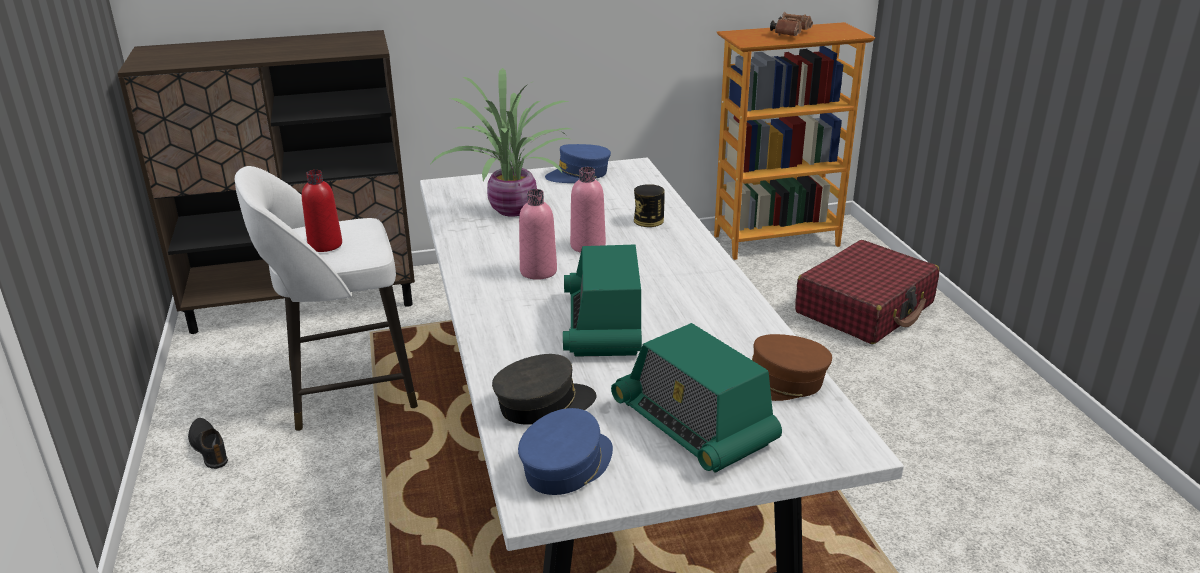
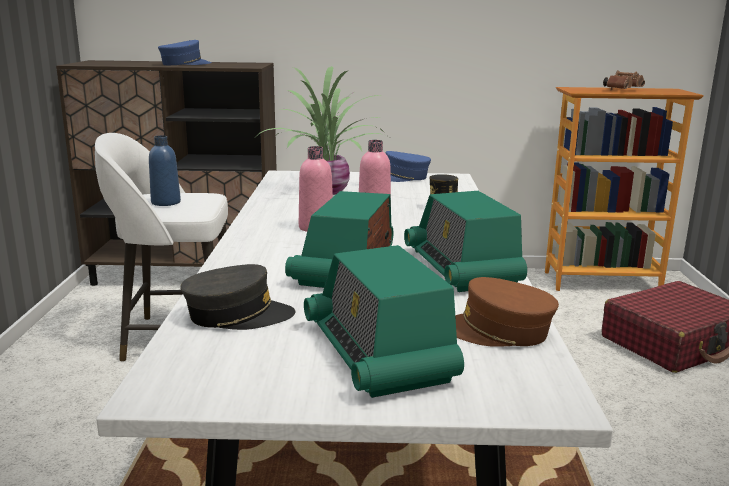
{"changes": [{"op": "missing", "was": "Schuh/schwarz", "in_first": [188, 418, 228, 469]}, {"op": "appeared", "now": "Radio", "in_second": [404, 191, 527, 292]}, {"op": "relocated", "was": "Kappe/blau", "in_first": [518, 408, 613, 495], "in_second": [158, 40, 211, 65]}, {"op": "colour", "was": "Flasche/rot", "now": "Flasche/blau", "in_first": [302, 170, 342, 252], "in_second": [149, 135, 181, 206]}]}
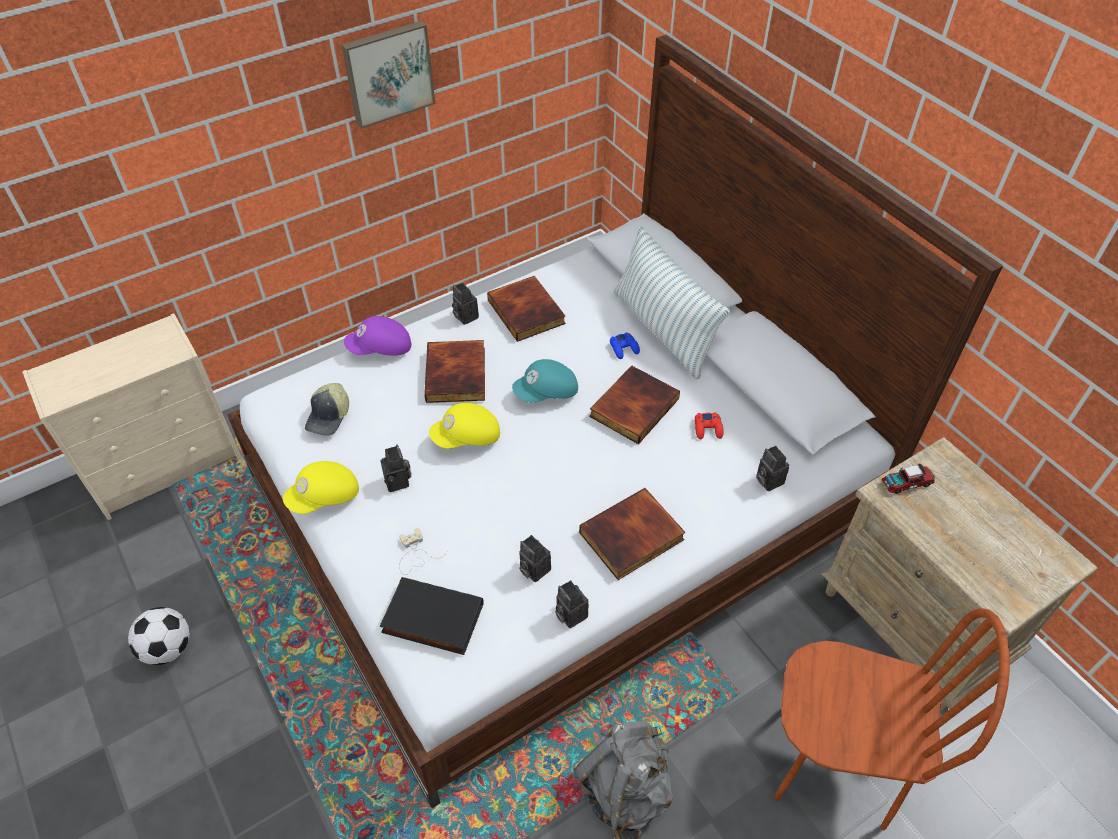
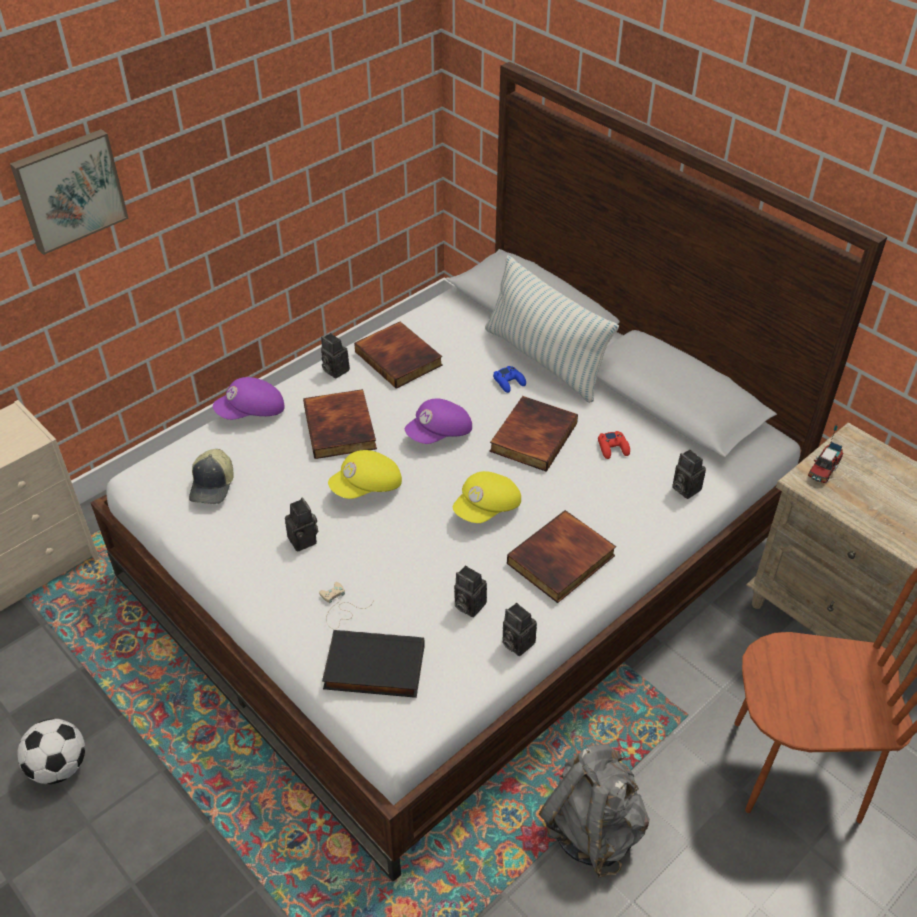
{"changes": [{"op": "relocated", "was": "Kappe/gelb", "in_first": [283, 461, 359, 514], "in_second": [453, 471, 521, 523]}, {"op": "relocated", "was": "Bild", "in_first": [341, 21, 435, 129], "in_second": [10, 129, 129, 255]}, {"op": "colour", "was": "Kappe/türkis", "now": "Kappe/lila", "in_first": [512, 359, 578, 403], "in_second": [405, 399, 472, 444]}, {"op": "spun", "was": "Spielzeuglaster", "in_first": [882, 463, 935, 494], "in_second": [808, 425, 843, 483], "clockwise": 150}]}
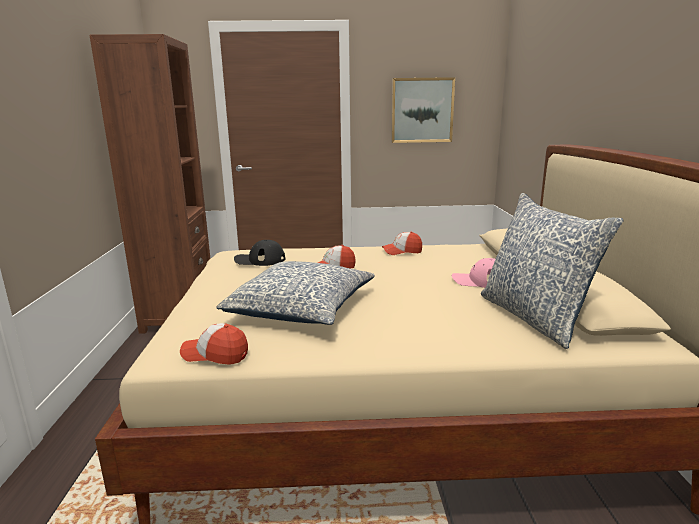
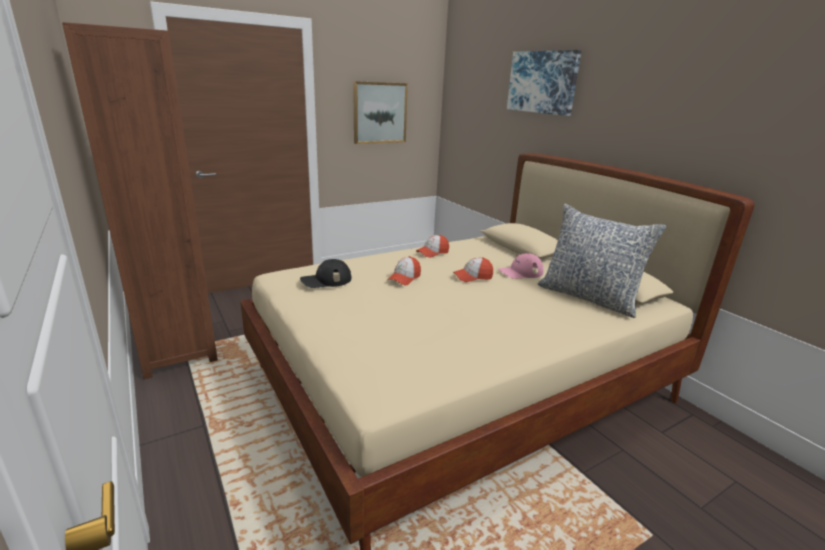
{"changes": [{"op": "missing", "was": "Kissen", "in_first": [216, 261, 375, 325]}, {"op": "appeared", "now": "Bild", "in_second": [507, 50, 581, 116]}, {"op": "relocated", "was": "Kappe", "in_first": [180, 323, 248, 365], "in_second": [453, 257, 493, 282]}]}
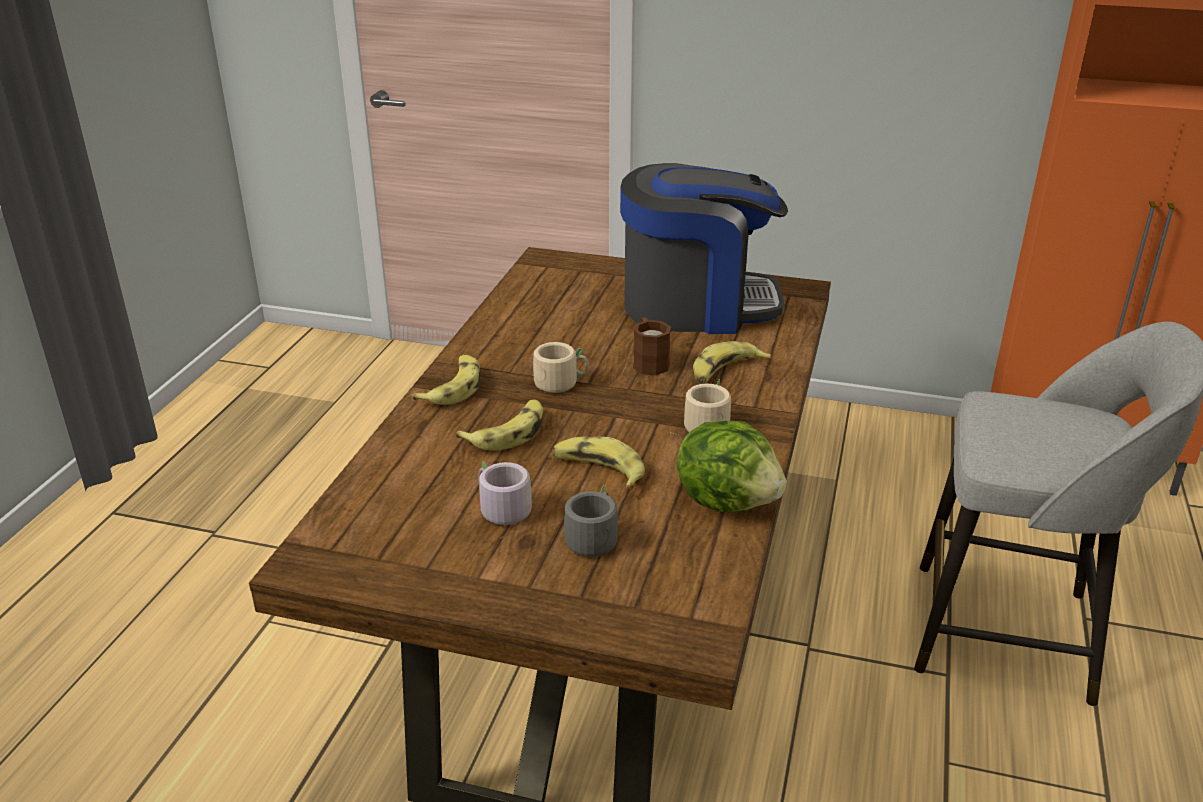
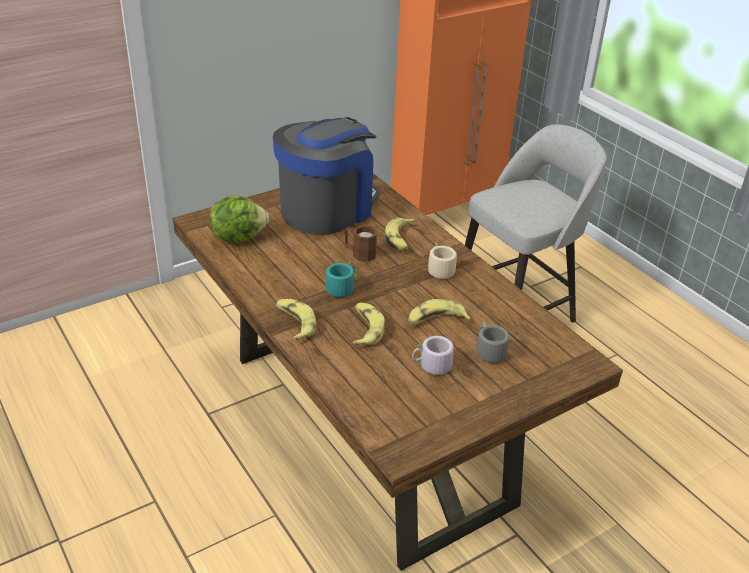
{"changes": [{"op": "relocated", "was": "Salatkopf", "in_first": [676, 421, 786, 513], "in_second": [210, 195, 269, 243]}, {"op": "colour", "was": "Henkelbecher/beige", "now": "Henkelbecher/türkis", "in_first": [532, 342, 589, 393], "in_second": [316, 261, 355, 298]}]}
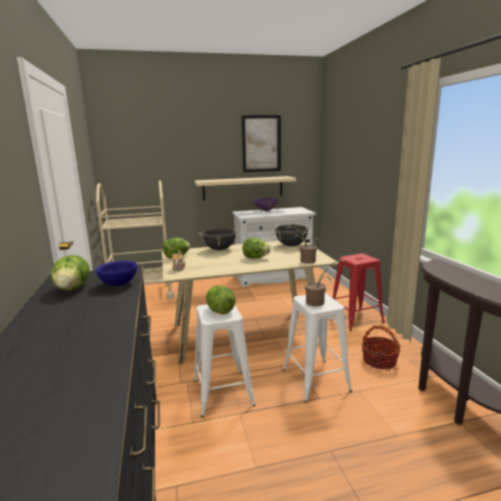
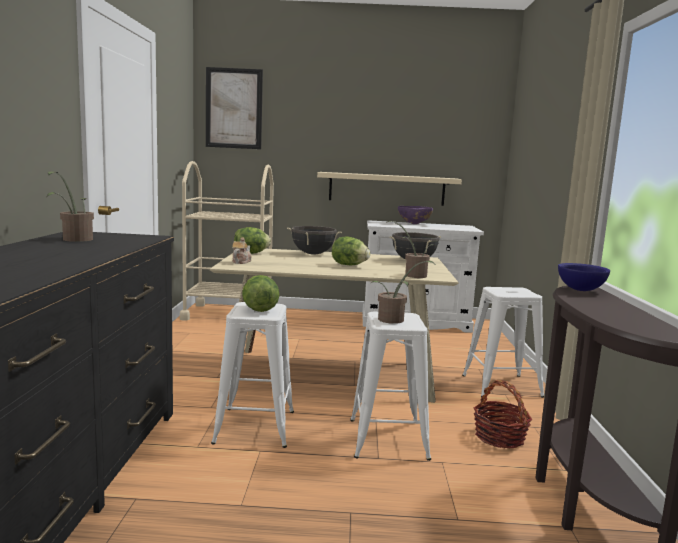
{"changes": [{"op": "relocated", "was": "Schüssel/blau", "in_first": [96, 261, 137, 286], "in_second": [558, 263, 610, 291]}, {"op": "relocated", "was": "Bild", "in_first": [241, 115, 281, 172], "in_second": [206, 67, 263, 149]}, {"op": "exchanged", "was": "Salatkopf", "now": "Topfpflanze", "in_first": [51, 255, 89, 291], "in_second": [46, 171, 94, 242]}, {"op": "colour", "was": "Hocker/rot", "now": "Hocker/weiß", "in_first": [333, 254, 385, 331], "in_second": [462, 287, 544, 398]}]}
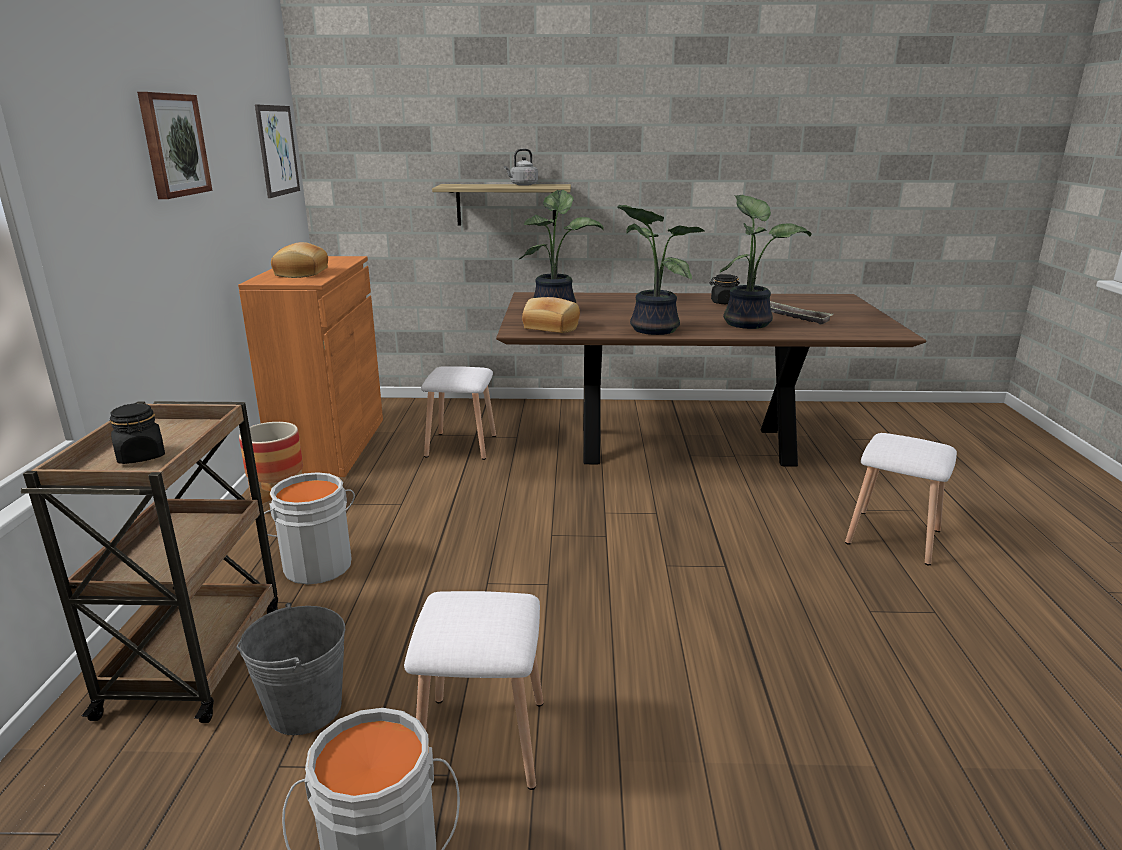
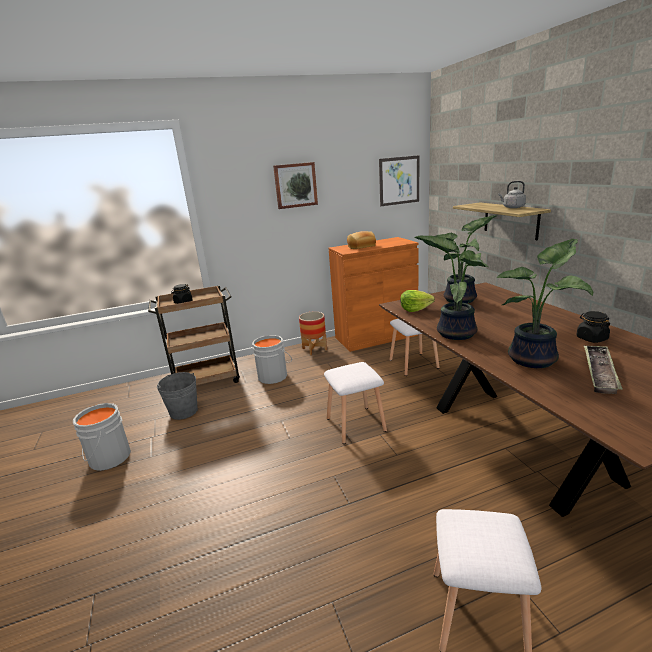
{"changes": [{"op": "relocated", "was": "Hocker/weiß", "in_first": [404, 591, 543, 790], "in_second": [324, 362, 387, 444]}, {"op": "exchanged", "was": "Brot", "now": "Salatkopf", "in_first": [522, 297, 580, 333], "in_second": [400, 290, 435, 312]}]}
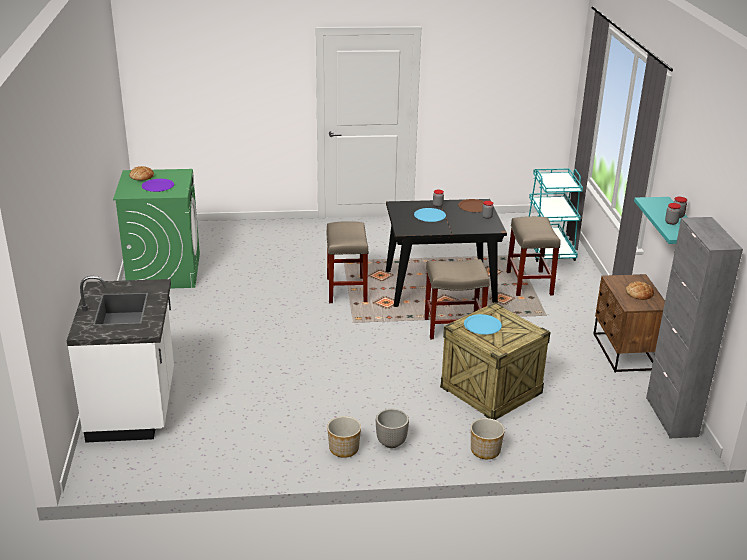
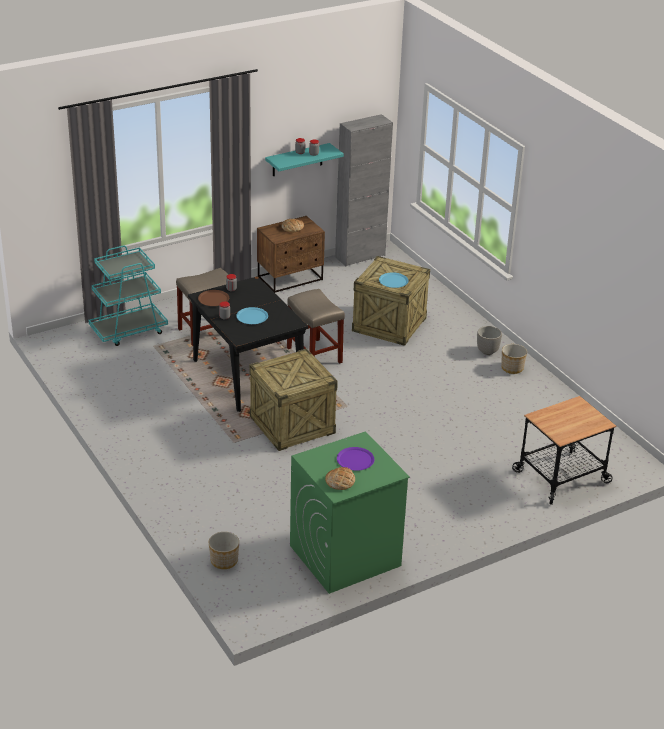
{"changes": [{"op": "relocated", "was": "Pflanzkübel", "in_first": [471, 418, 505, 459], "in_second": [209, 532, 239, 569]}, {"op": "exchanged", "was": "Küchenzeile/weiß", "now": "Rollwagen", "in_first": [67, 276, 174, 443], "in_second": [512, 396, 616, 505]}, {"op": "exchanged", "was": "Hocker/beige", "now": "Kiste", "in_first": [326, 221, 369, 303], "in_second": [249, 348, 338, 451]}]}
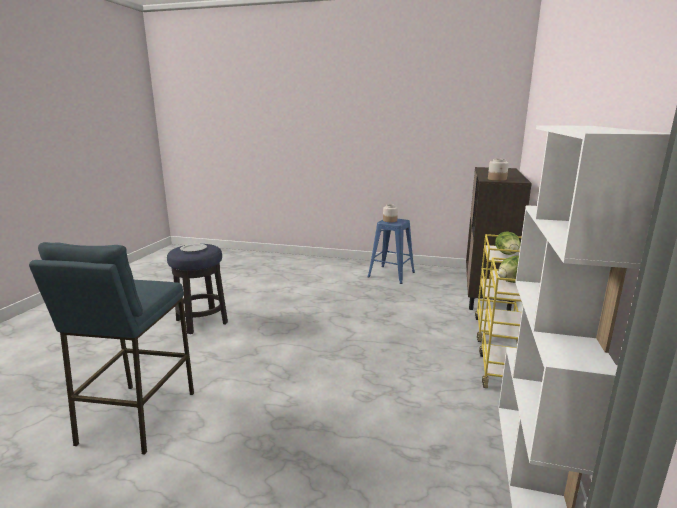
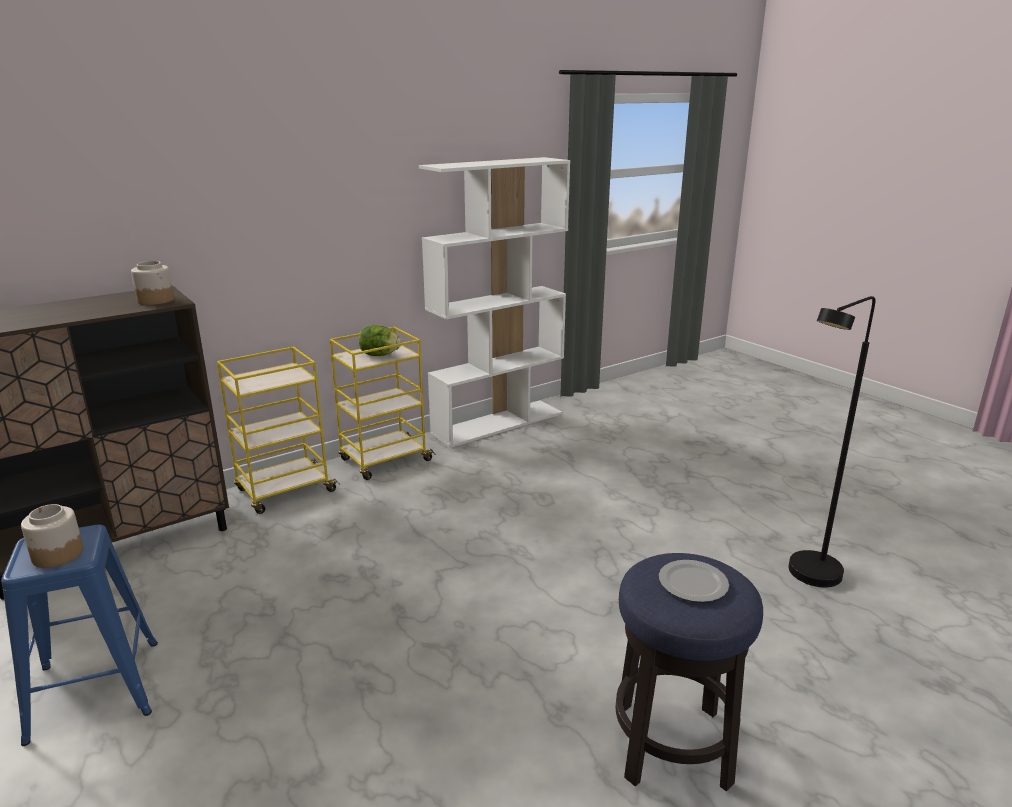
{"changes": [{"op": "missing", "was": "Salatkopf", "in_first": [495, 231, 521, 255]}, {"op": "exchanged", "was": "Hocker/blau", "now": "Stehlampe/schwarz", "in_first": [29, 242, 194, 455], "in_second": [788, 296, 876, 587]}]}
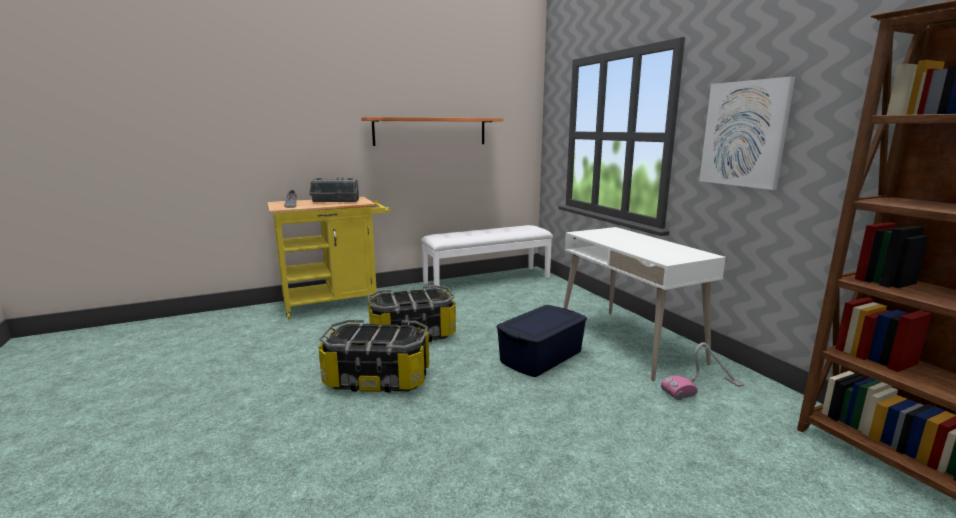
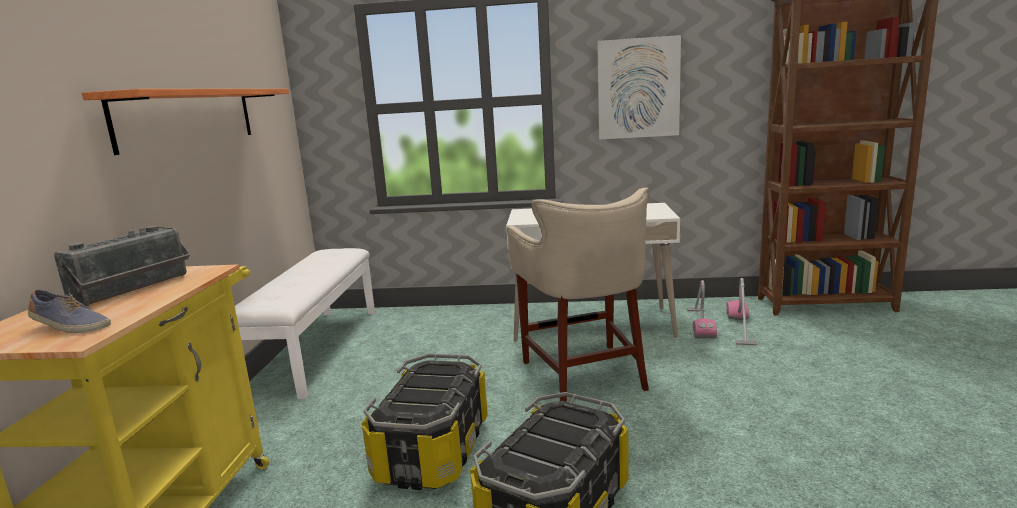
{"changes": [{"op": "appeared", "now": "Staubsauger", "in_second": [726, 278, 757, 346]}, {"op": "exchanged", "was": "Aufbewahrungsbox/blau", "now": "Hocker/beige", "in_first": [496, 305, 587, 377], "in_second": [507, 187, 649, 402]}]}
